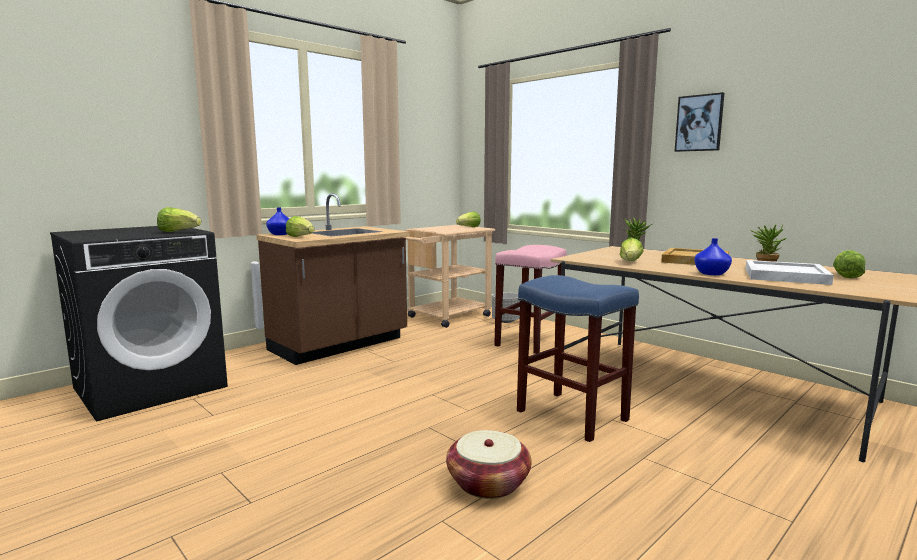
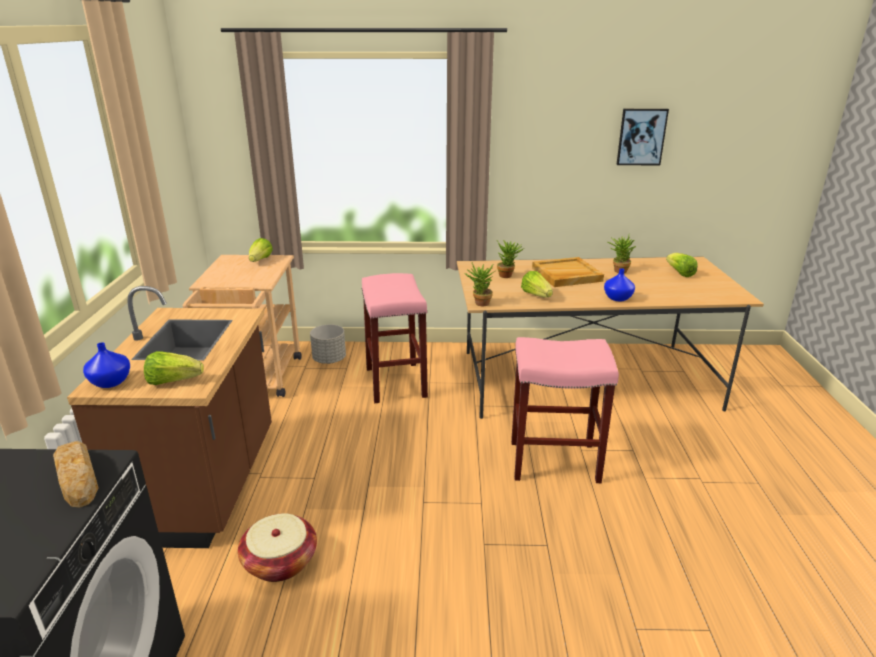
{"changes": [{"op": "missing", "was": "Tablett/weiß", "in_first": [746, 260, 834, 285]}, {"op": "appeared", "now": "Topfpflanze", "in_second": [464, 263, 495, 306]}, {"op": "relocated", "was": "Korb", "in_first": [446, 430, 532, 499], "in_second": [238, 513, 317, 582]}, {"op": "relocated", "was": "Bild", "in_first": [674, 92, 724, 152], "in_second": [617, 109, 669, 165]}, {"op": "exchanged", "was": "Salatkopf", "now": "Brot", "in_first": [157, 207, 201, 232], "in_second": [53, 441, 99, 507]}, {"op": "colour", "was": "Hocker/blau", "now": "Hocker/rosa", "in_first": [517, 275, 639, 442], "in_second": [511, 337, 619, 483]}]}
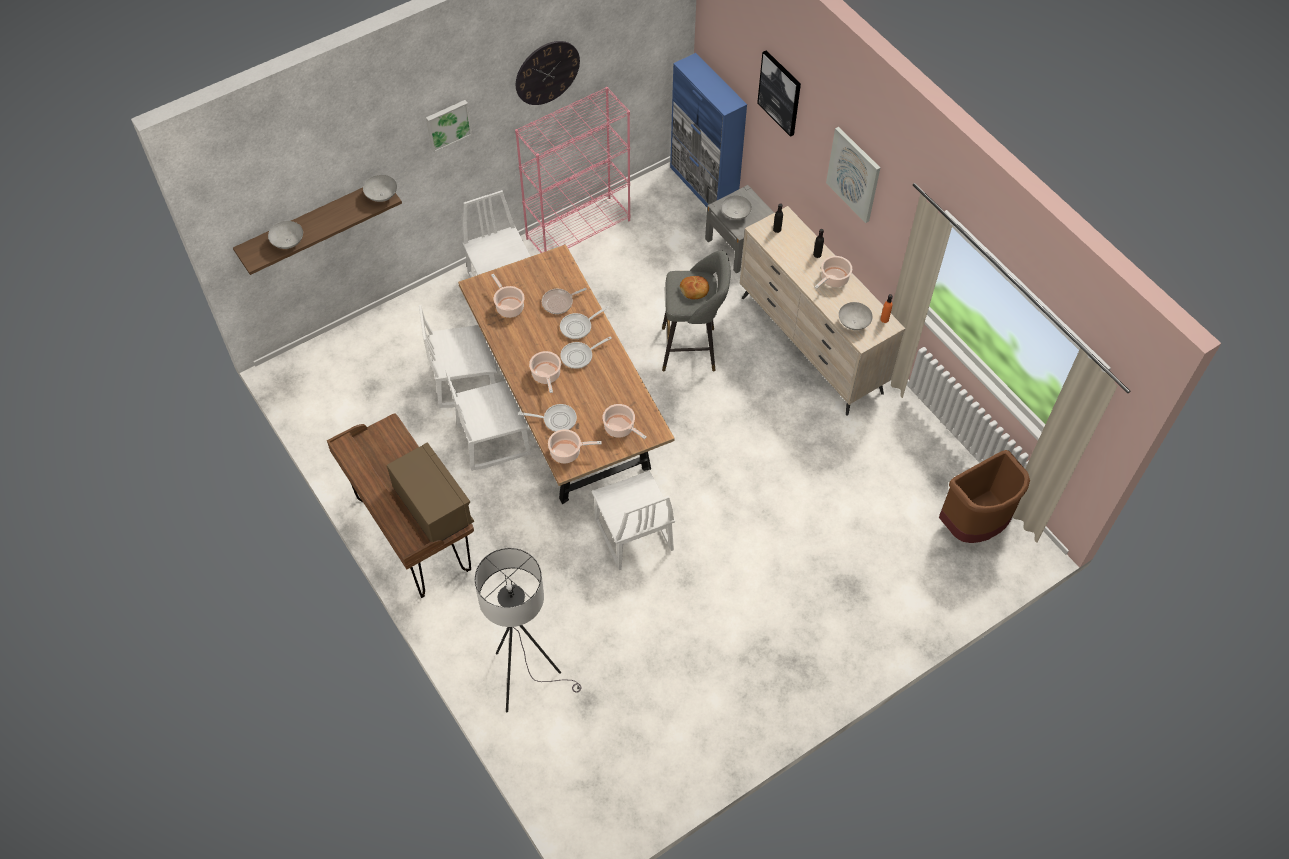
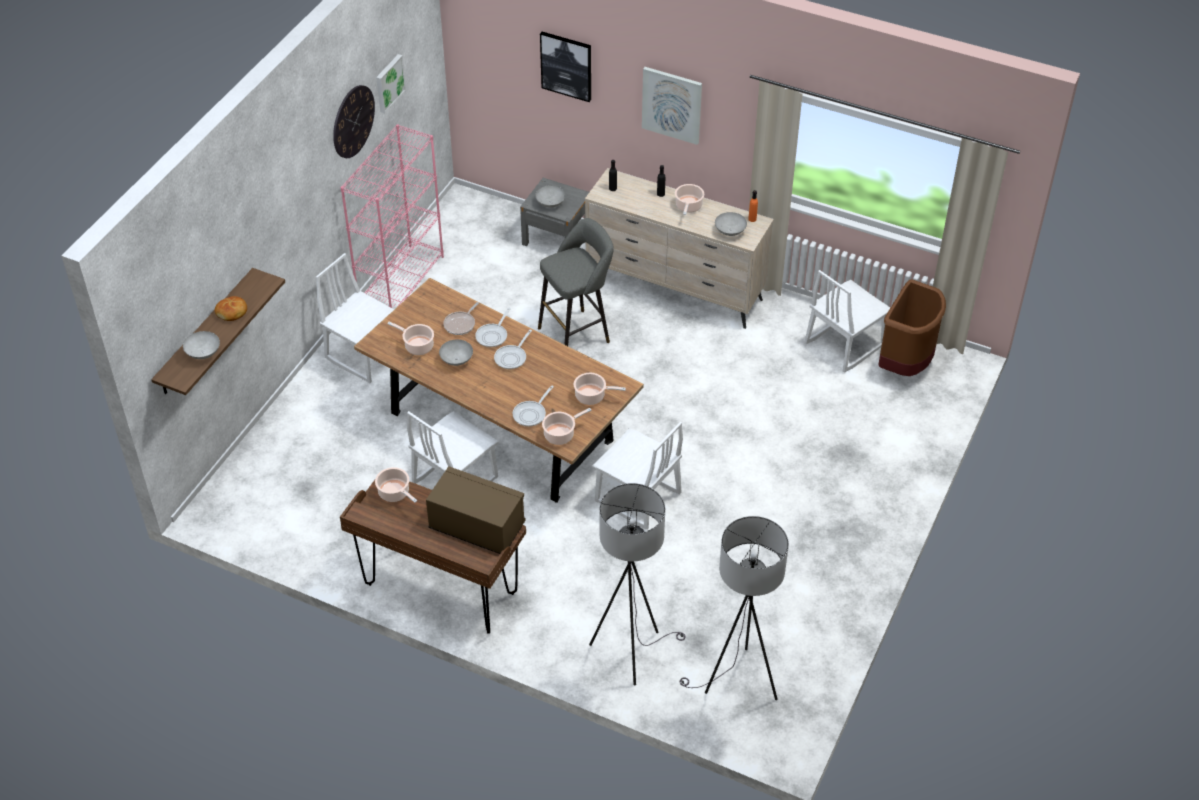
{"changes": [{"op": "missing", "was": "Schrank/blau", "in_first": [670, 53, 747, 207]}, {"op": "appeared", "now": "Stehlampe/grau", "in_second": [680, 516, 789, 700]}, {"op": "relocated", "was": "Schüssel/grau", "in_first": [363, 175, 397, 202], "in_second": [439, 339, 473, 366]}, {"op": "relocated", "was": "Stuhl/weiß", "in_first": [419, 305, 497, 408], "in_second": [804, 270, 890, 373]}, {"op": "relocated", "was": "Bild", "in_first": [426, 100, 472, 153], "in_second": [376, 54, 406, 113]}, {"op": "relocated", "was": "Kochtopf", "in_first": [529, 351, 561, 393], "in_second": [375, 467, 417, 503]}, {"op": "relocated", "was": "Brot", "in_first": [680, 276, 709, 299], "in_second": [215, 296, 247, 321]}, {"op": "spun", "was": "Pfanne", "in_first": [519, 404, 577, 432], "in_second": [513, 385, 554, 427], "clockwise": 150}]}
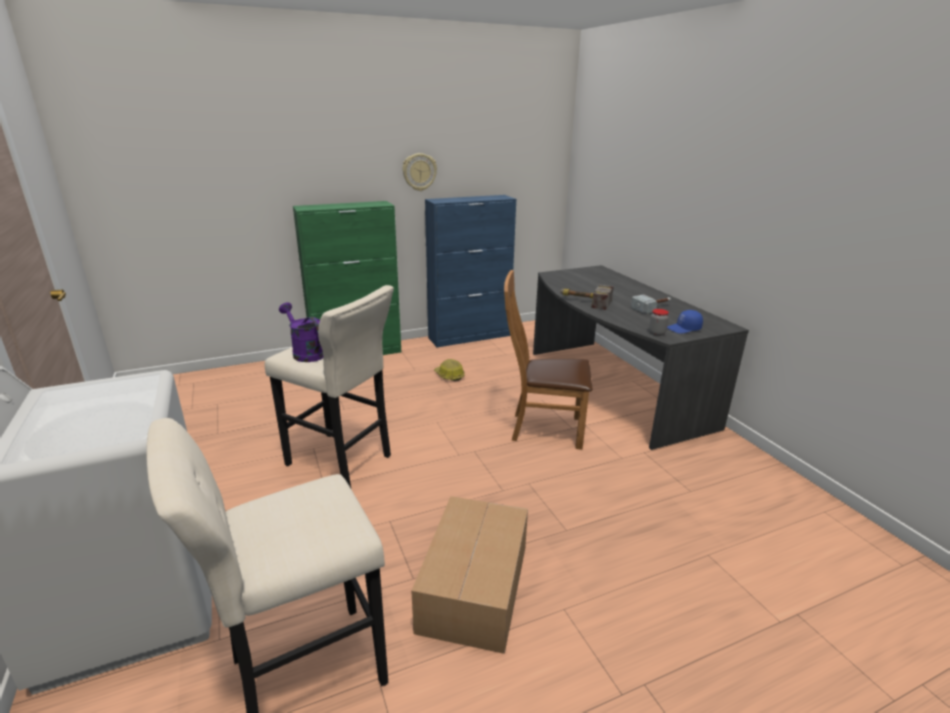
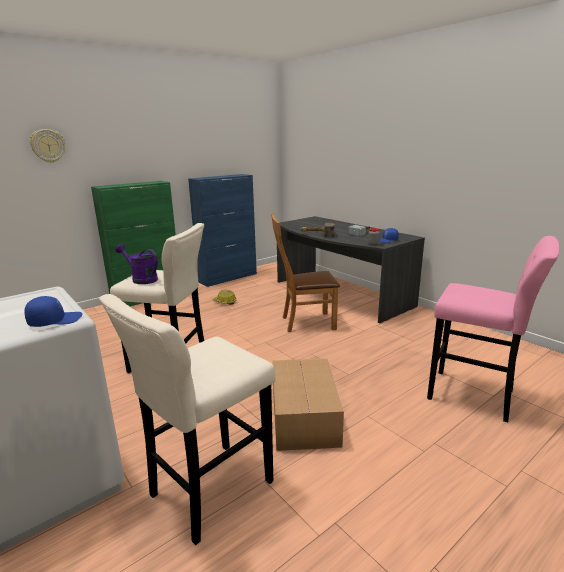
{"changes": [{"op": "appeared", "now": "Kappe/blau", "in_second": [24, 296, 82, 327]}, {"op": "appeared", "now": "Hocker/rosa", "in_second": [427, 236, 560, 422]}, {"op": "relocated", "was": "Wanduhr", "in_first": [402, 153, 437, 191], "in_second": [30, 129, 65, 163]}]}
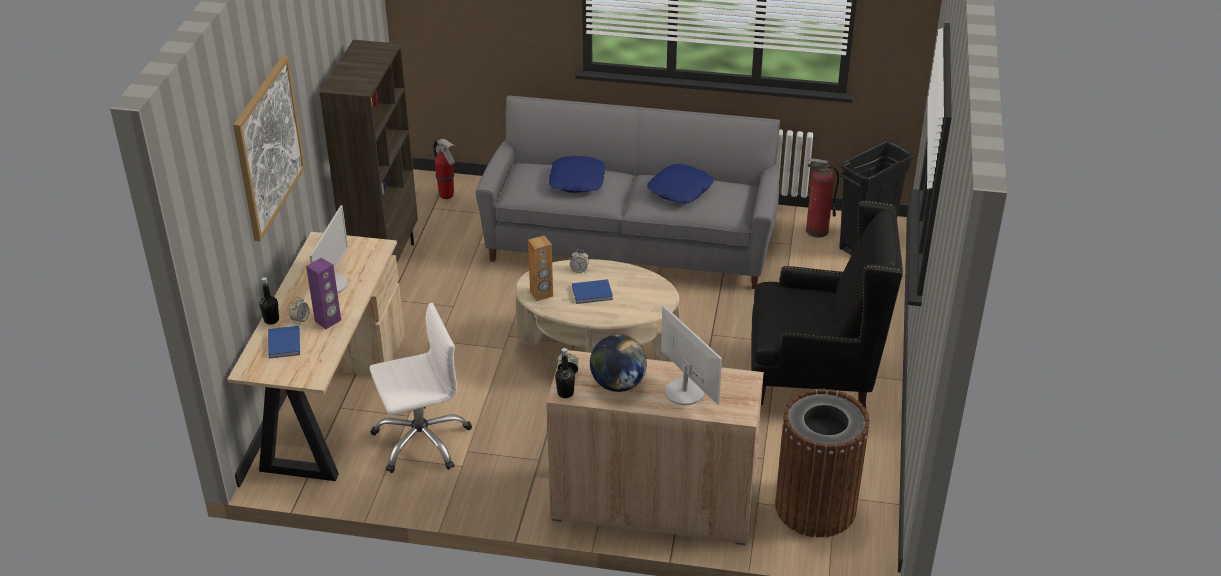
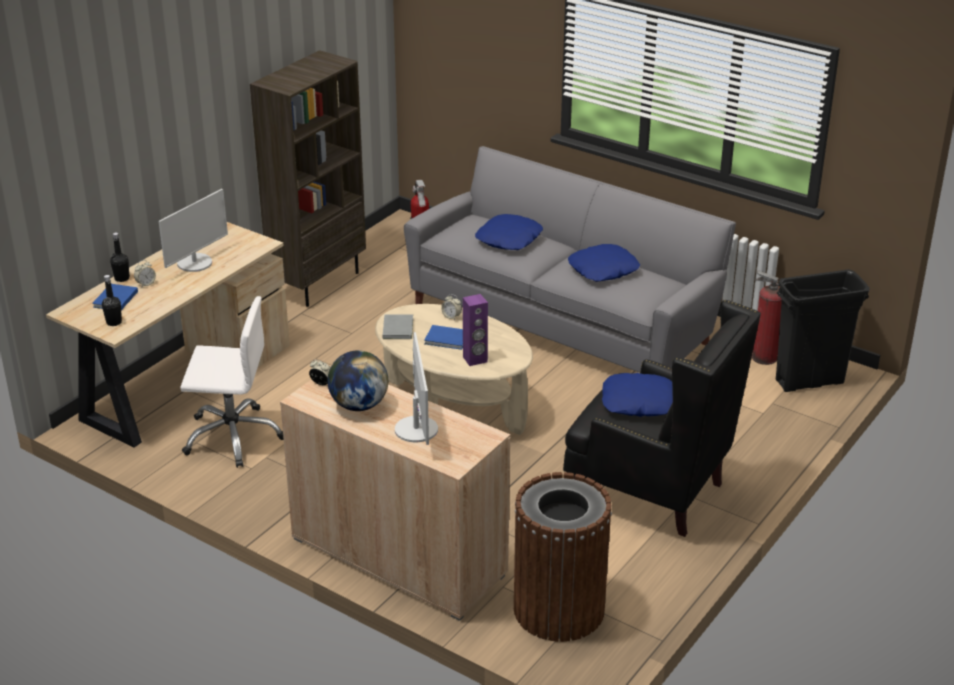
{"changes": [{"op": "missing", "was": "Bild", "in_first": [233, 55, 305, 241]}, {"op": "appeared", "now": "Kissen/blau", "in_second": [602, 373, 673, 417]}, {"op": "relocated", "was": "Lautsprecher/lila", "in_first": [306, 258, 341, 329], "in_second": [463, 294, 488, 366]}, {"op": "relocated", "was": "Flasche/schwarz", "in_first": [555, 348, 575, 398], "in_second": [102, 275, 122, 326]}, {"op": "exchanged", "was": "Lautsprecher/braun", "now": "Buch/grau", "in_first": [528, 235, 553, 301], "in_second": [383, 314, 413, 339]}]}
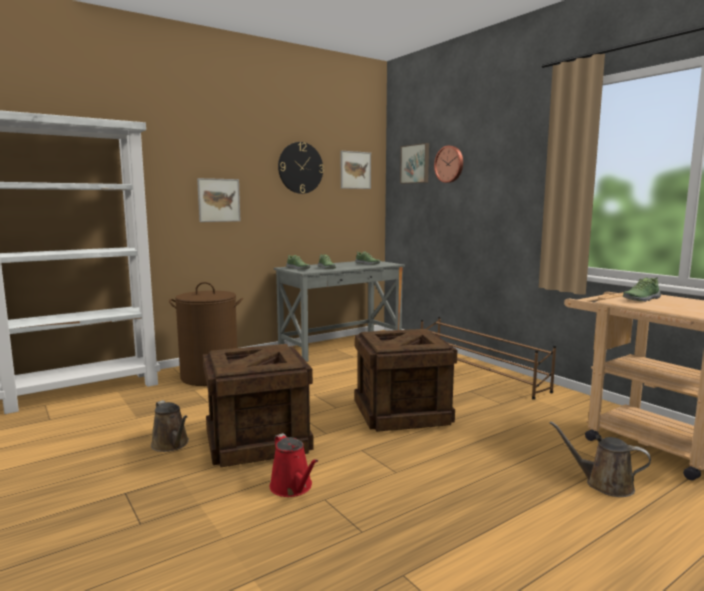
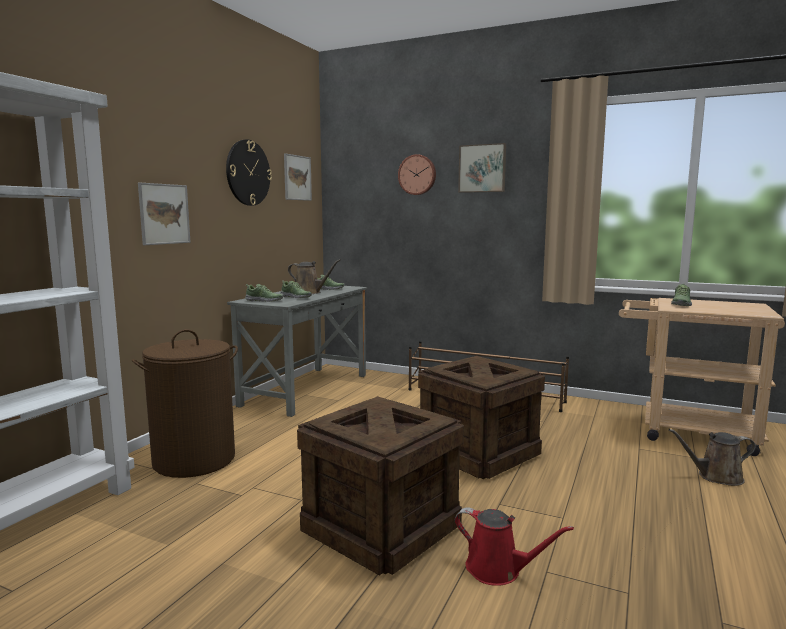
{"changes": [{"op": "relocated", "was": "Gießkanne/braun", "in_first": [151, 400, 189, 452], "in_second": [288, 259, 341, 294]}, {"op": "relocated", "was": "Bild", "in_first": [400, 143, 429, 184], "in_second": [458, 143, 506, 193]}]}
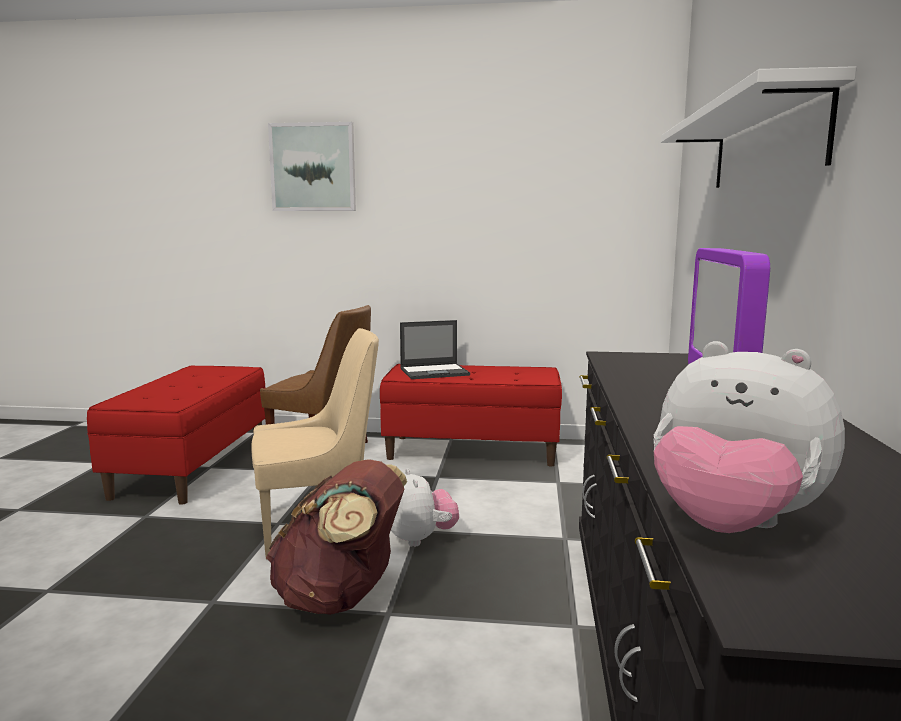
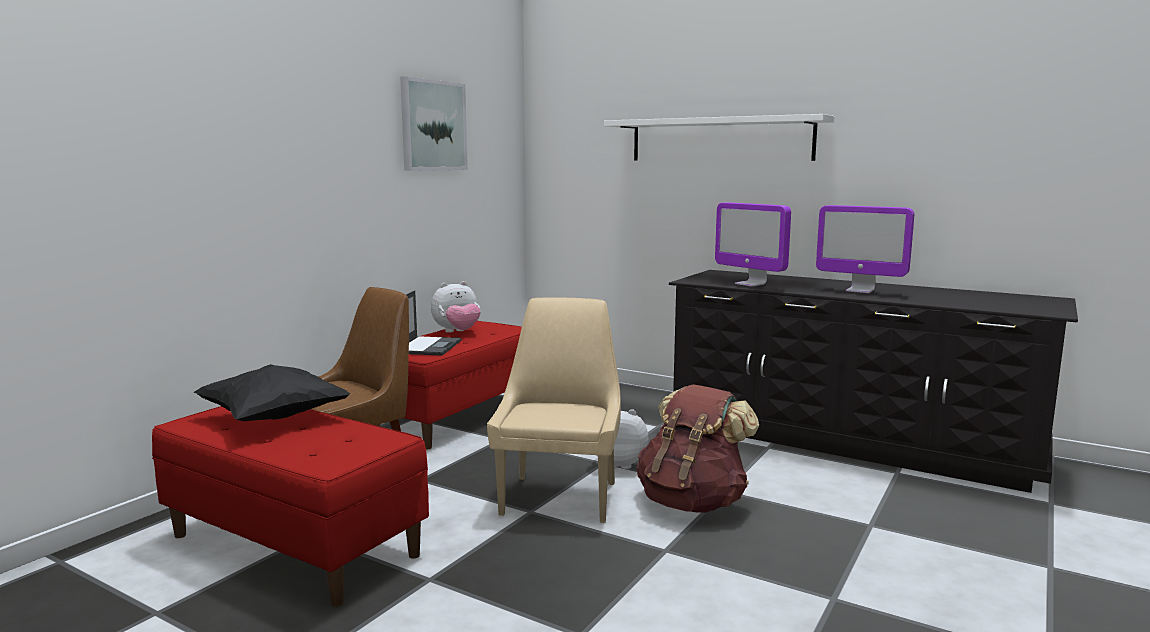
{"changes": [{"op": "appeared", "now": "Kissen/schwarz", "in_second": [194, 364, 351, 421]}, {"op": "appeared", "now": "Monitor", "in_second": [715, 202, 791, 287]}, {"op": "relocated", "was": "Bild", "in_first": [268, 122, 356, 211], "in_second": [400, 76, 468, 171]}, {"op": "relocated", "was": "Plüschtier", "in_first": [653, 341, 845, 533], "in_second": [431, 281, 481, 333]}]}
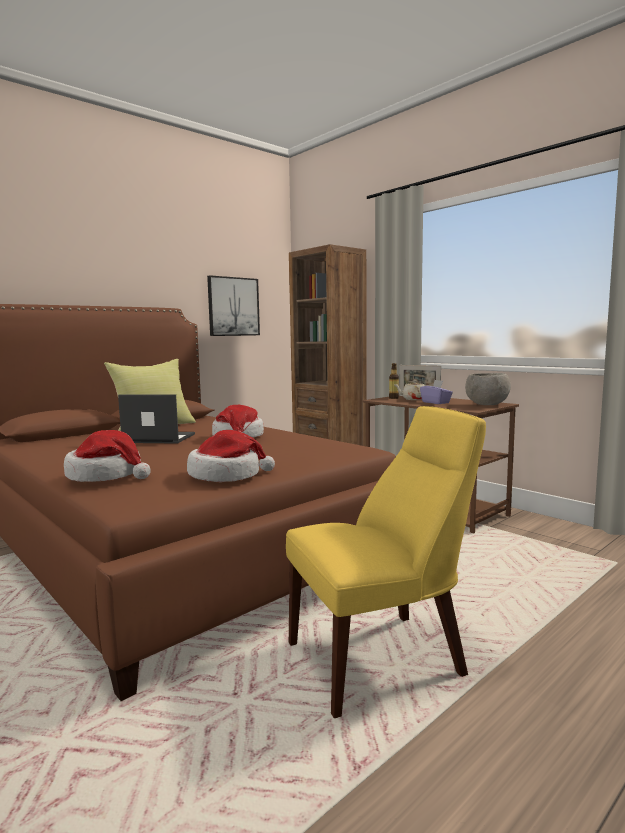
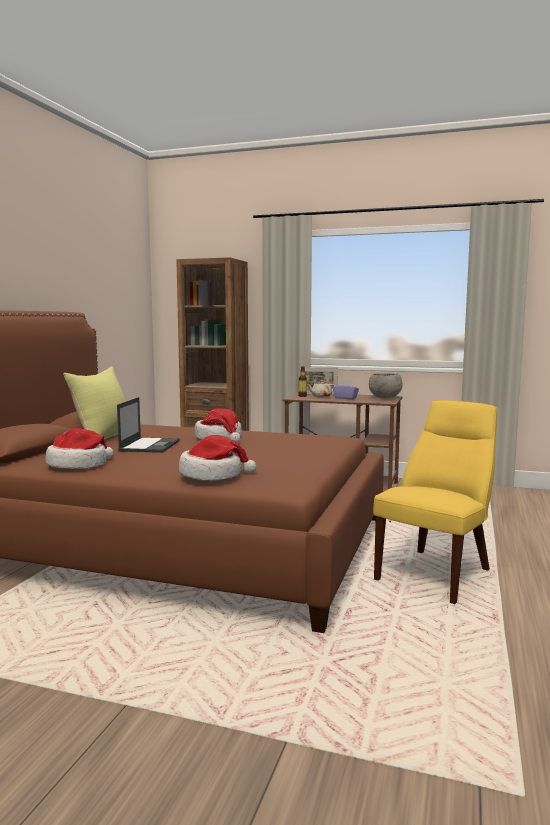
{"changes": [{"op": "missing", "was": "Bild", "in_first": [207, 275, 260, 336]}, {"op": "relocated", "was": "Hut", "in_first": [187, 430, 275, 482], "in_second": [46, 428, 114, 469]}, {"op": "spun", "was": "Laptop", "in_first": [118, 394, 195, 443], "in_second": [117, 397, 180, 453], "clockwise": 120}]}
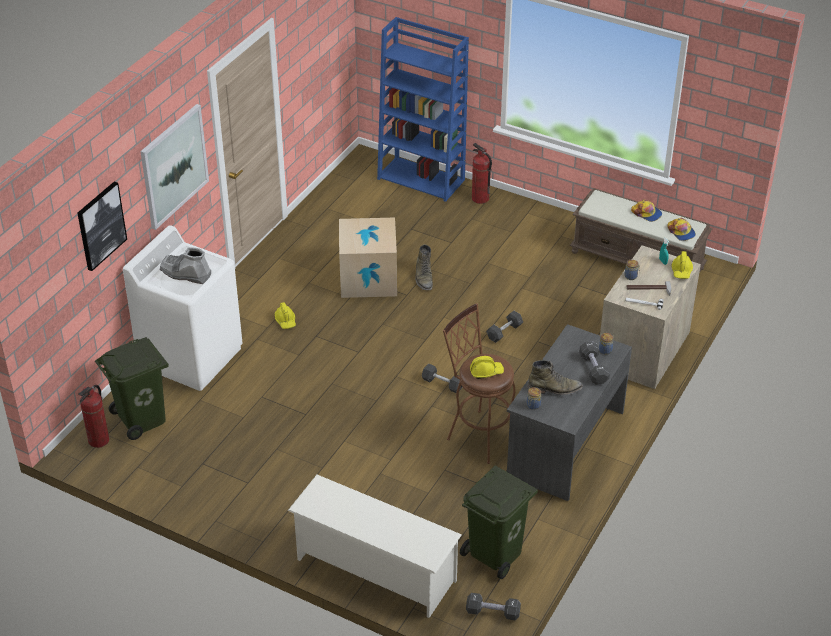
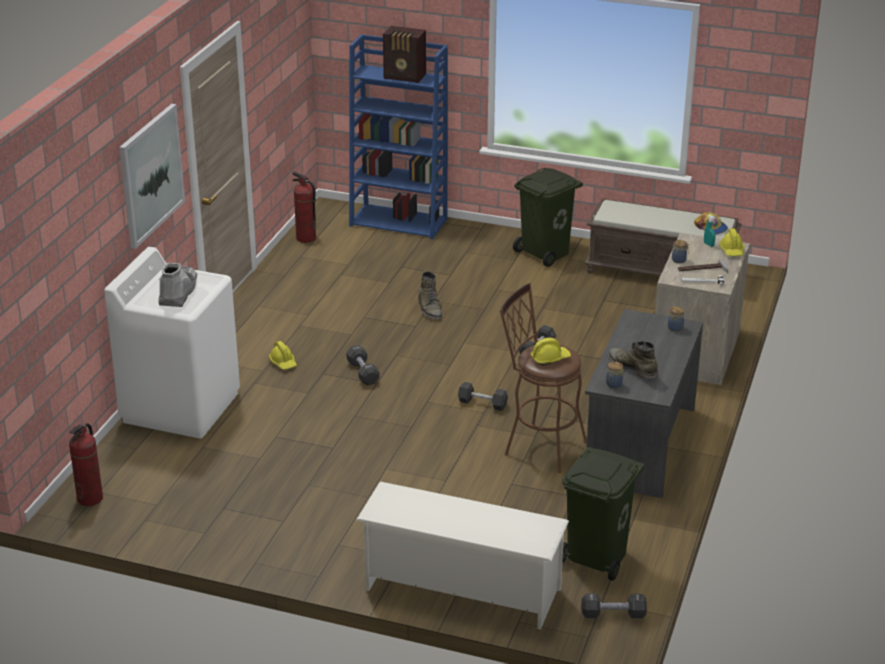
{"changes": [{"op": "missing", "was": "Bild", "in_first": [77, 181, 127, 271]}, {"op": "missing", "was": "Karton", "in_first": [339, 218, 397, 298]}, {"op": "missing", "was": "Kappe", "in_first": [631, 200, 662, 222]}, {"op": "appeared", "now": "Radio", "in_second": [383, 26, 426, 83]}, {"op": "relocated", "was": "Mülleimer/grün", "in_first": [95, 337, 169, 440], "in_second": [513, 168, 583, 267]}, {"op": "relocated", "was": "Feuerlöscher", "in_first": [472, 143, 492, 204], "in_second": [292, 172, 316, 243]}, {"op": "relocated", "was": "Hantel/schwarz", "in_first": [579, 341, 610, 385], "in_second": [346, 345, 380, 385]}, {"op": "spun", "was": "Stiefel/grau", "in_first": [160, 247, 211, 284], "in_second": [159, 263, 197, 307], "clockwise": 90}, {"op": "spun", "was": "Stiefel/grün", "in_first": [527, 360, 583, 395], "in_second": [607, 341, 659, 380], "clockwise": -120}]}
